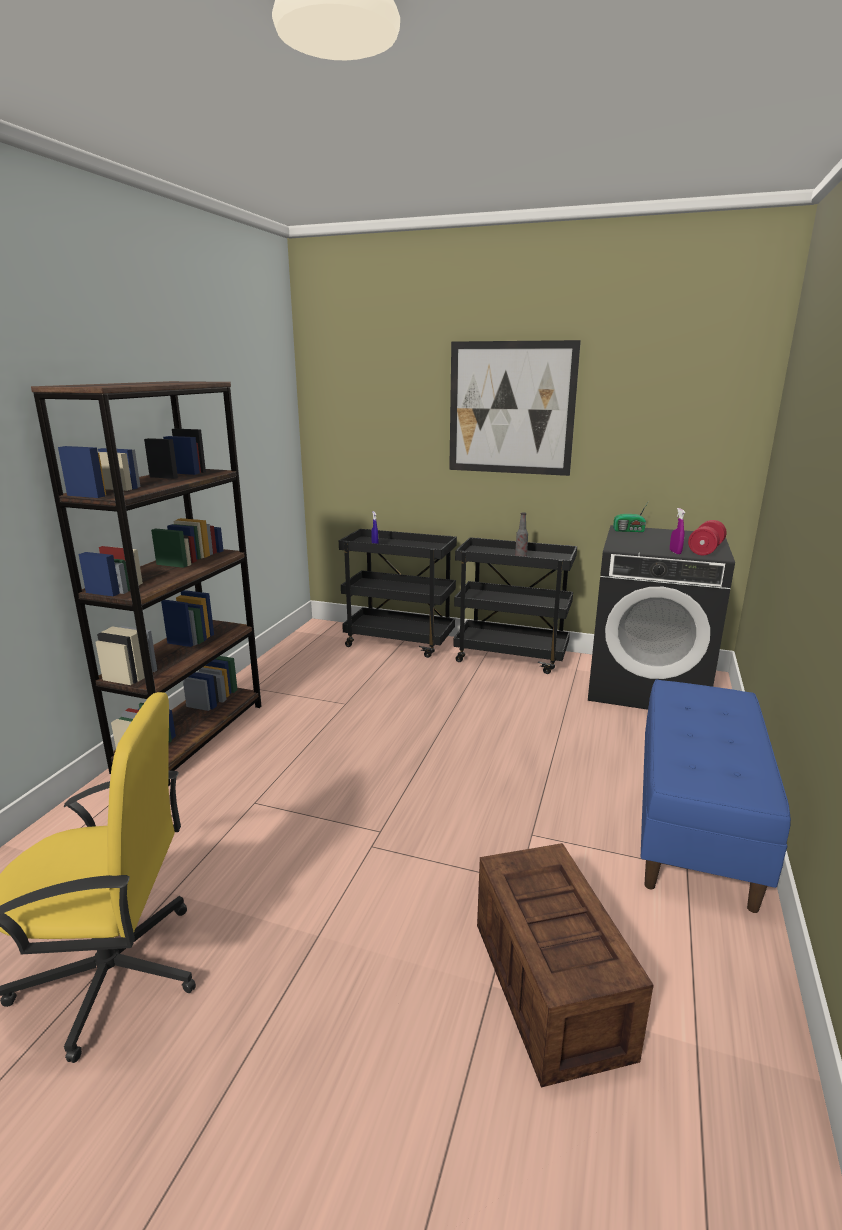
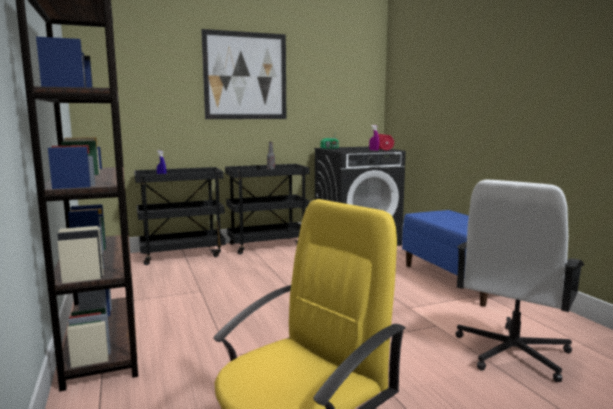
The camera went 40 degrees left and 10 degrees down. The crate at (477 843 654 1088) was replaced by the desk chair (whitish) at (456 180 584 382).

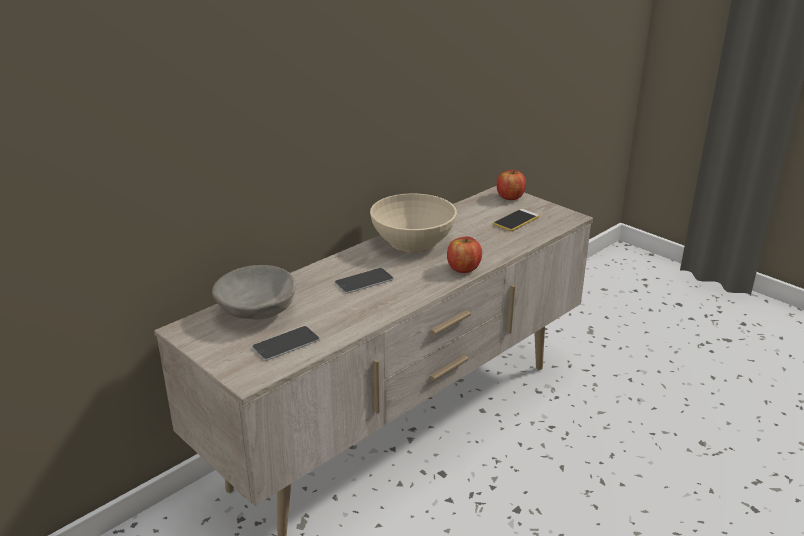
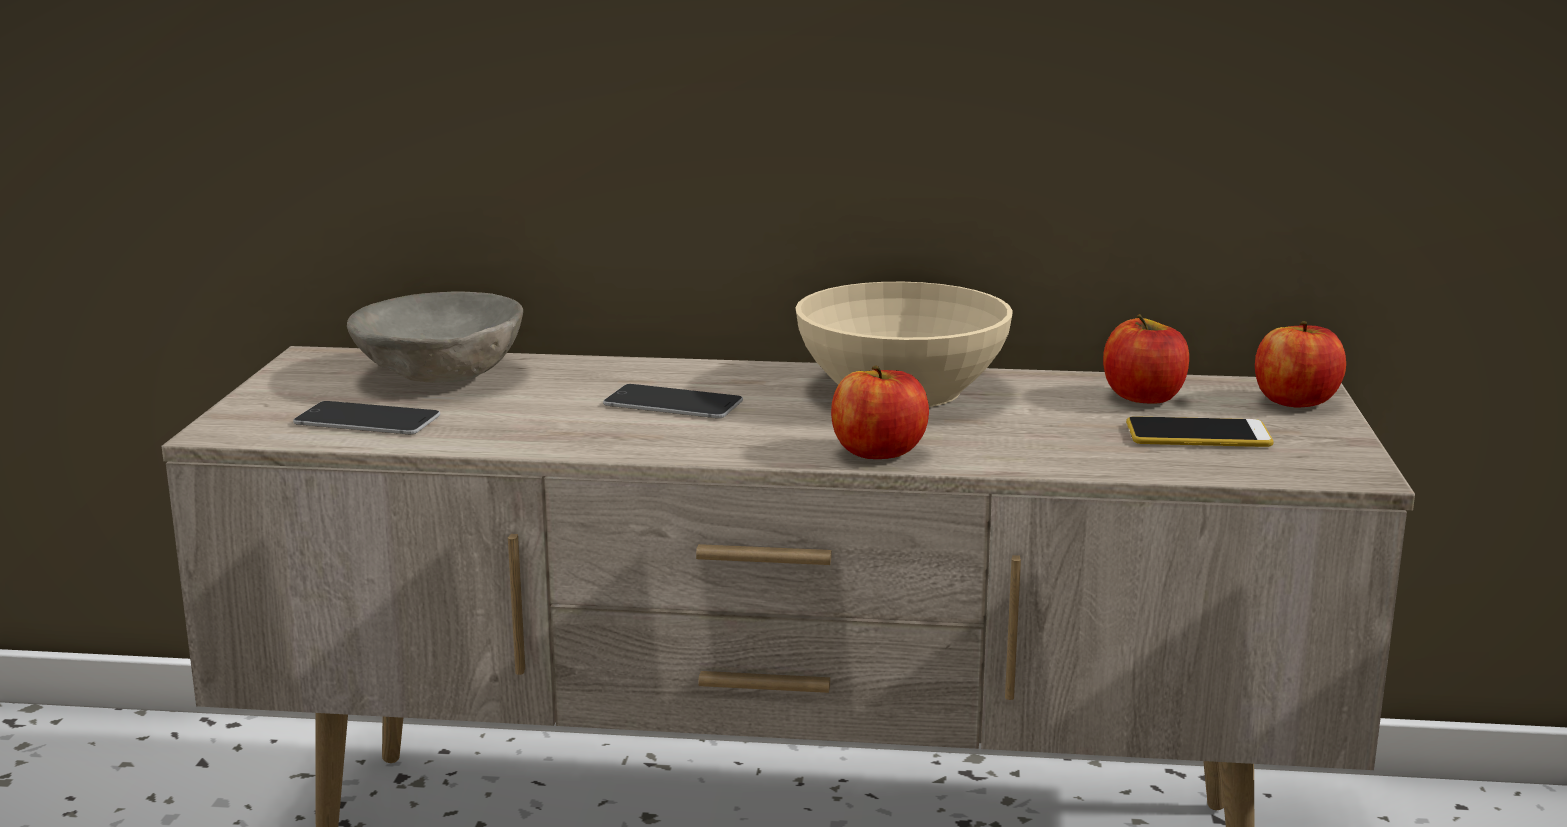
The camera went 50 degrees right and 10 degrees down. The apple fruit at (1103 314 1189 404) appeared.

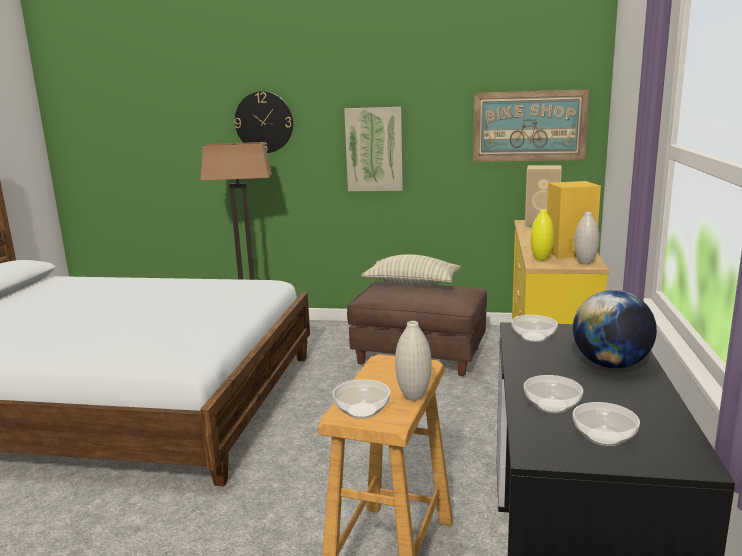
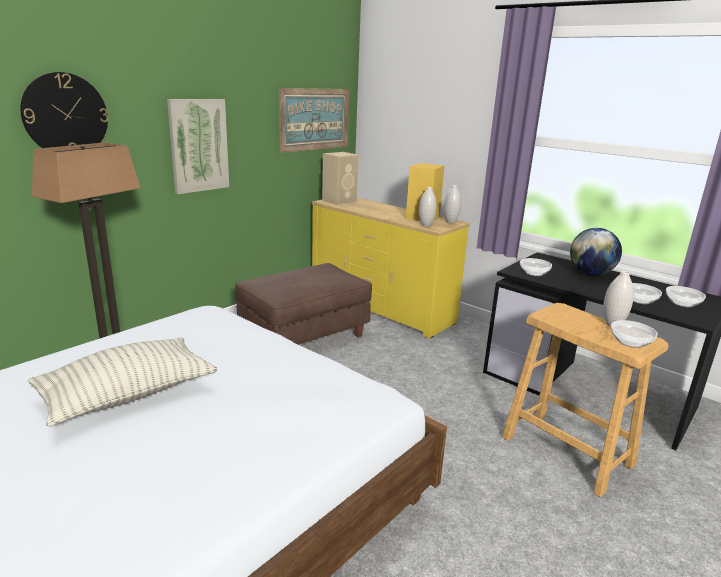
The camera went 60 degrees left and 5 degrees up. The throw pillow moved from (361 254 461 286) to (28 337 217 427). The flower vase (yellow) at (530 209 554 261) became the flower vase (whitish) at (419 187 437 226).

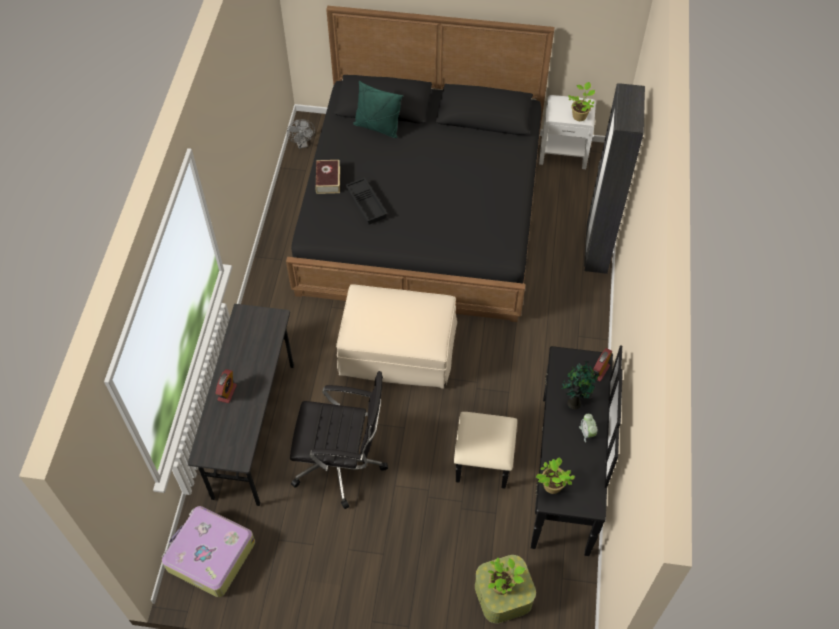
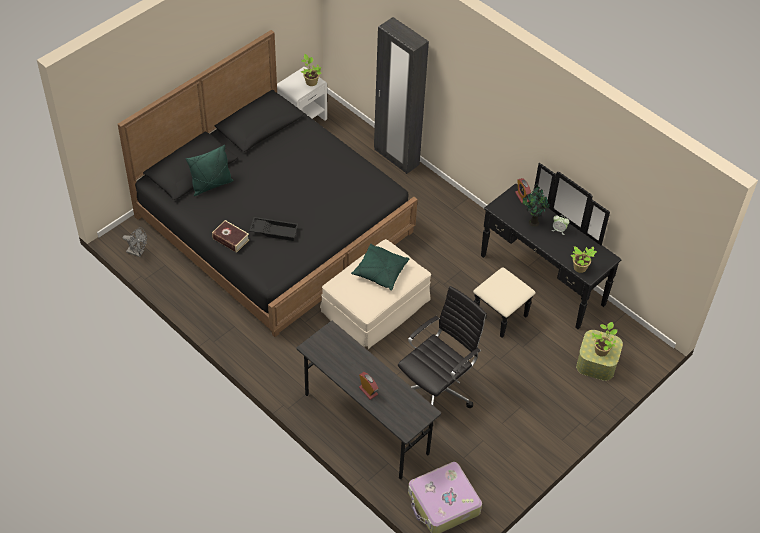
The camera went 55 degrees left and 5 degrees down. The throw pillow (green-coloured) at (351 243 409 291) appeared.

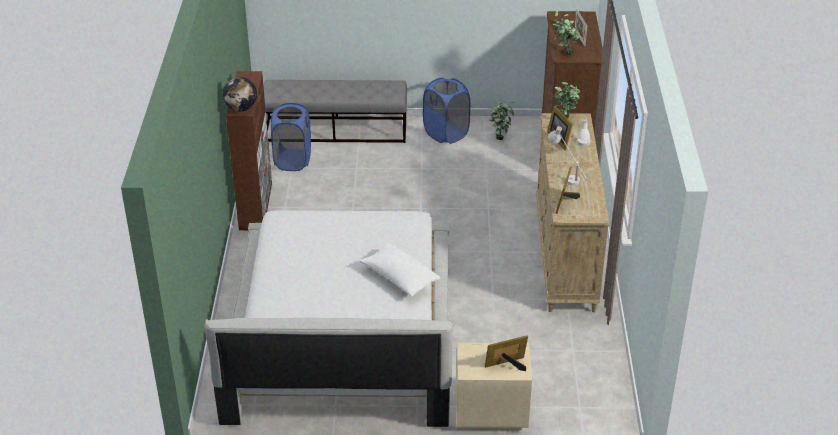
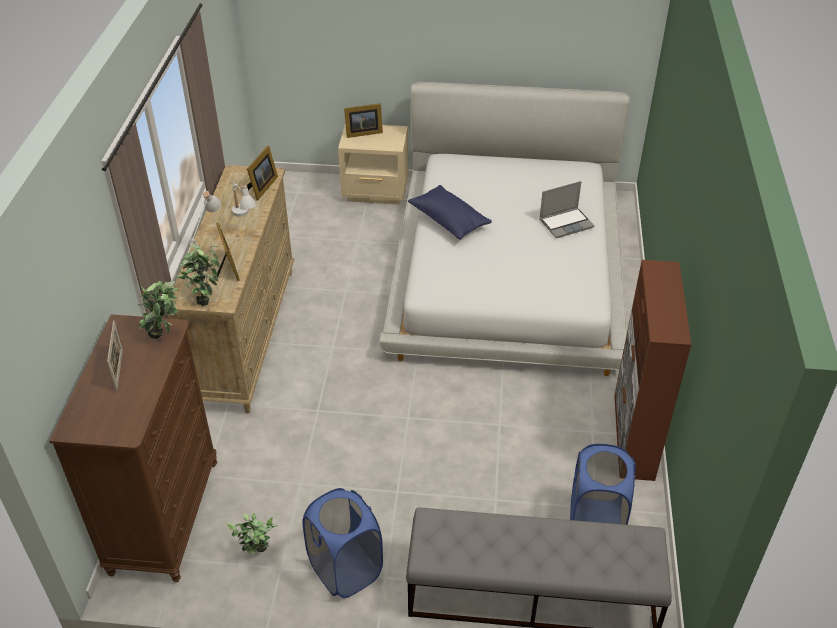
The camera went 175 degrees left and 5 degrees up. The world globe at (223 77 257 111) disappeared. The throw pillow (whitish) at (360 243 441 297) became the throw pillow (blue) at (408 185 492 240). The notebook computer at (539 181 595 238) appeared.

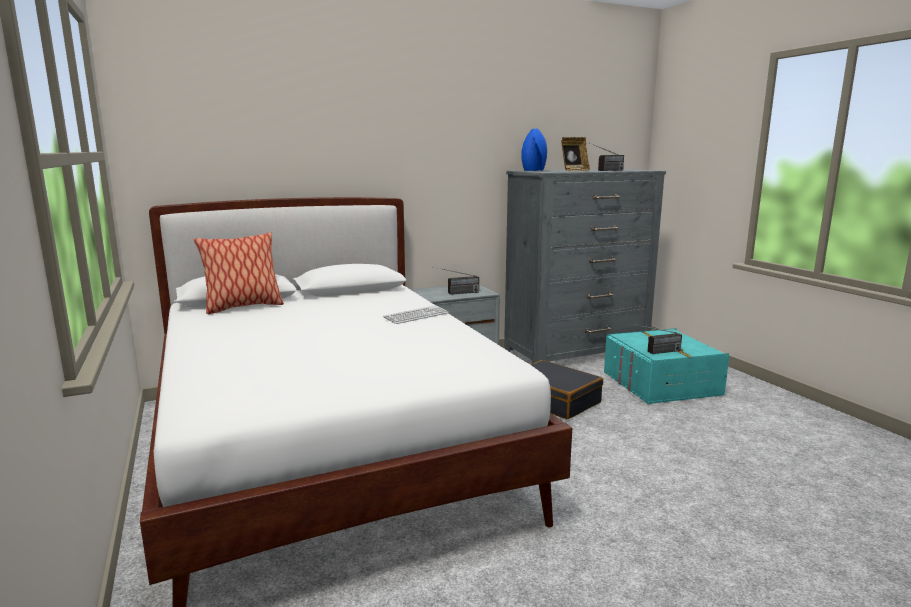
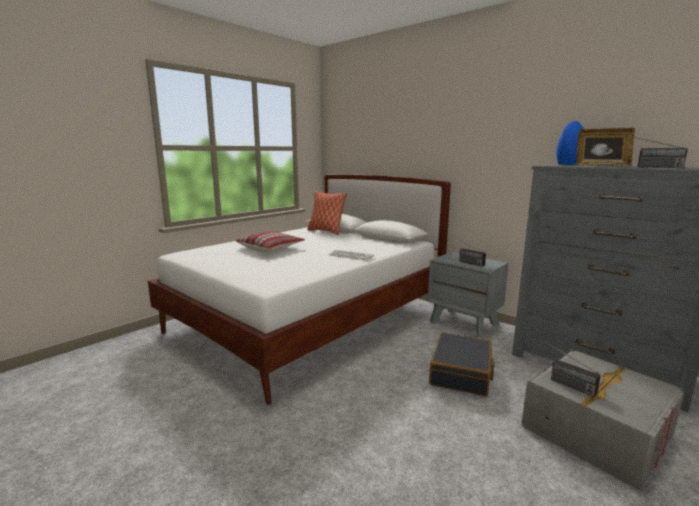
The camera went 65 degrees right and 0 degrees up. The storage container (blue-green) at (604 328 729 404) became the storage container (greyish) at (521 349 685 490). The throw pillow at (236 232 305 252) appeared.

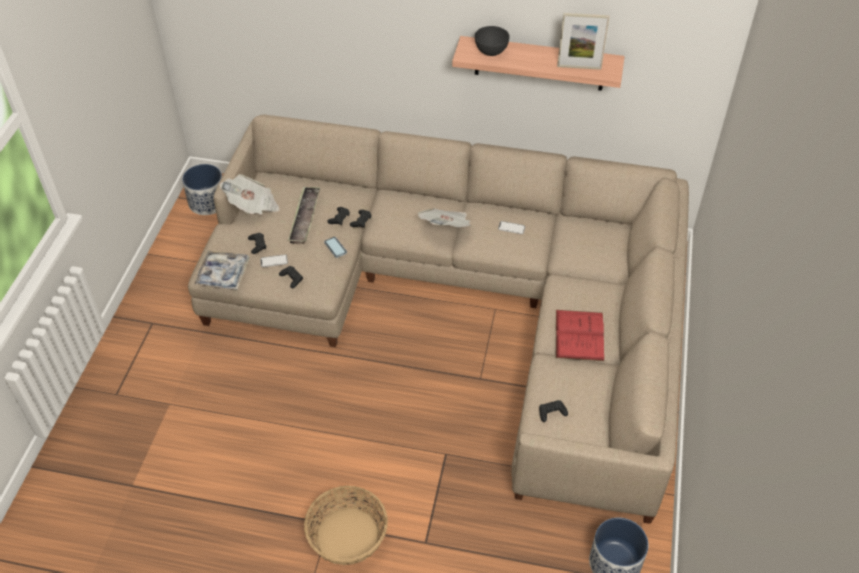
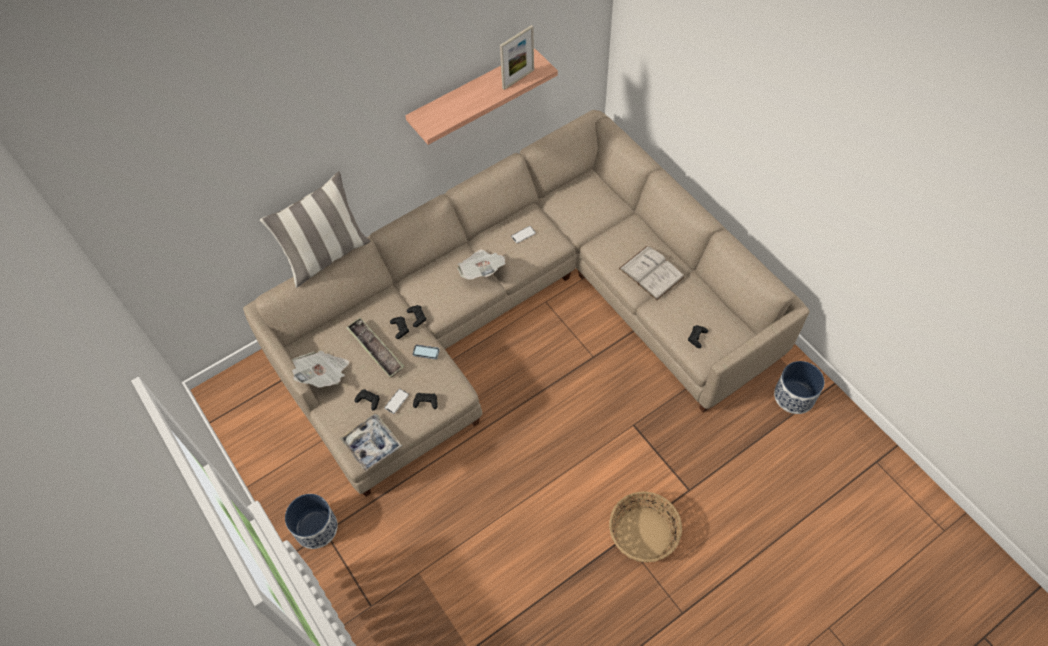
The camera went 45 degrees left and 10 degrees up. The flower pot moved from (182 164 222 215) to (285 494 338 549). The deep dish (greyish) at (475 26 510 56) disappeared. The bound book (reddish) at (556 310 605 361) became the bound book (whitish) at (619 246 685 300). The throw pillow at (260 172 370 288) appeared.

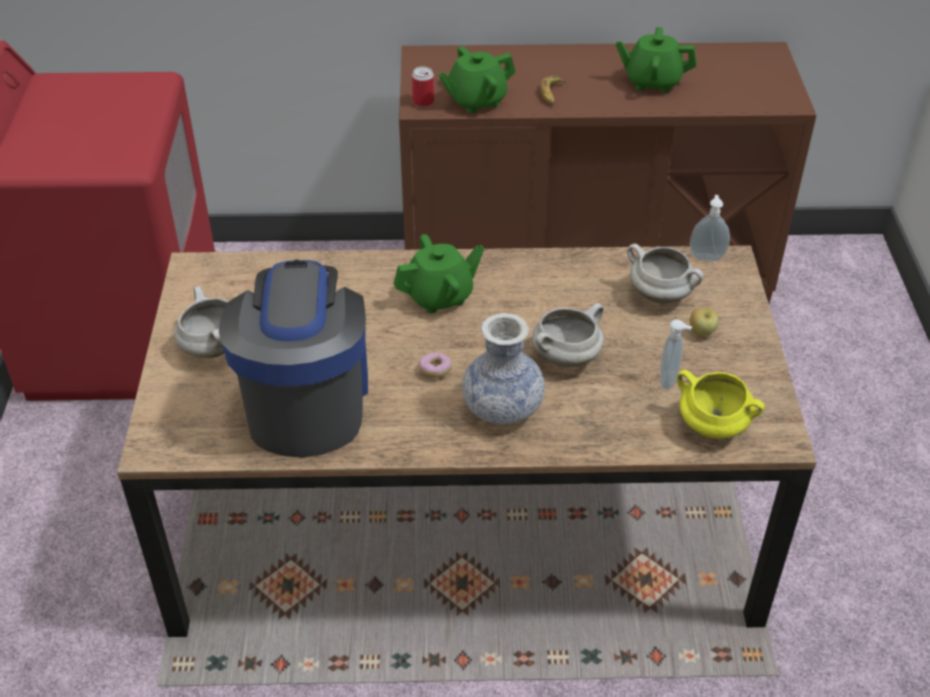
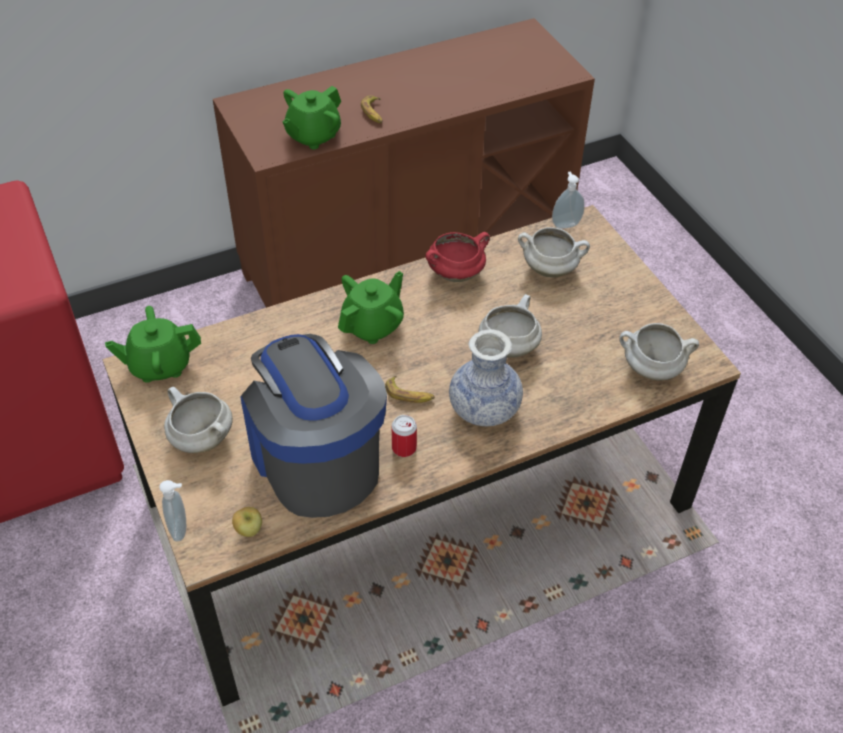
The camera went 25 degrees left and 5 degrees up. The metal can moved from (412 66 434 107) to (392 415 417 457). The ring doughnut at (419 353 452 378) was replaced by the whole banana at (385 376 435 403). The tea pot (green-coloured) moved from (616 27 697 93) to (105 306 201 383). The liquid soap bottle moved from (660 319 692 389) to (159 480 186 541). The cooking pot (yellow) at (677 370 765 439) became the cooking pot (whitish) at (619 323 699 380). The apple fruit moved from (690 308 718 336) to (232 507 262 537). The cooking pot (reddish) at (425 232 490 282) appeared.

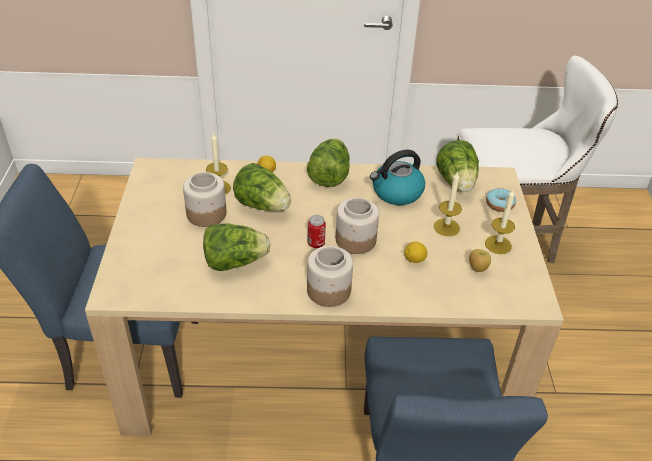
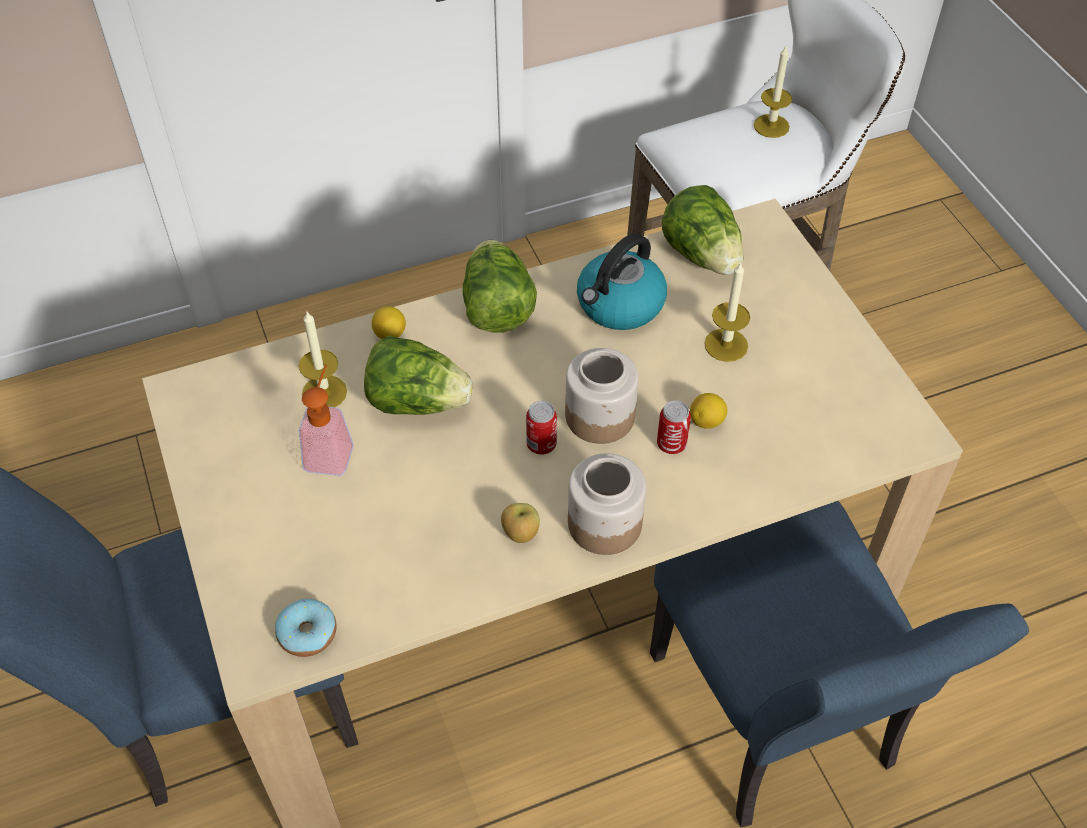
The camera went 20 degrees left and 10 degrees up. The storage jar at (183 172 227 227) was replaced by the liquid soap bottle at (299 364 353 476). The lettuce at (203 224 271 271) disappeared. The apple fruit moved from (469 249 491 272) to (501 503 540 543). The wax candle moved from (485 189 515 254) to (754 46 792 138). The ring doughnut moved from (486 188 516 212) to (275 599 337 657). The metal can at (657 400 691 454) appeared.

